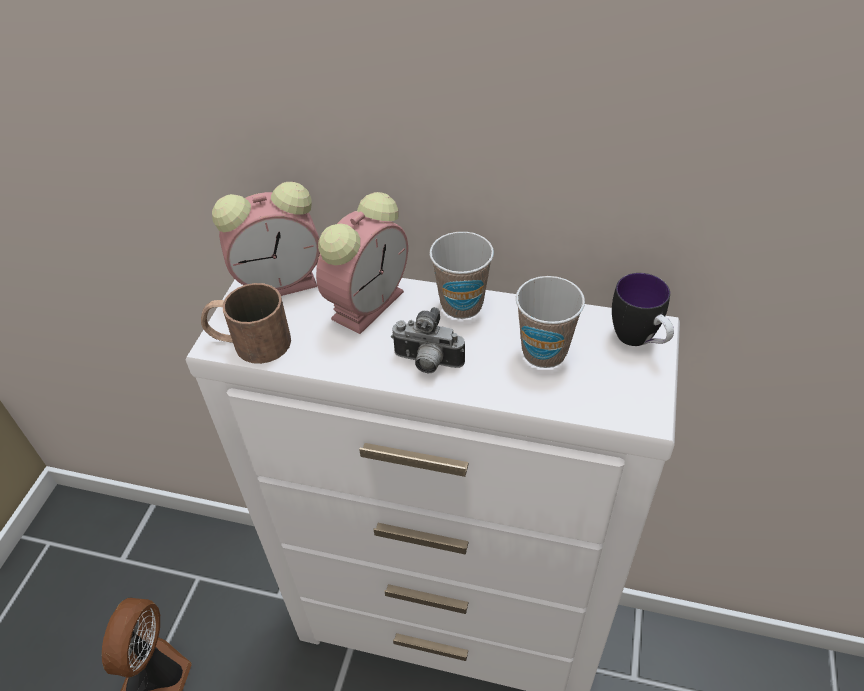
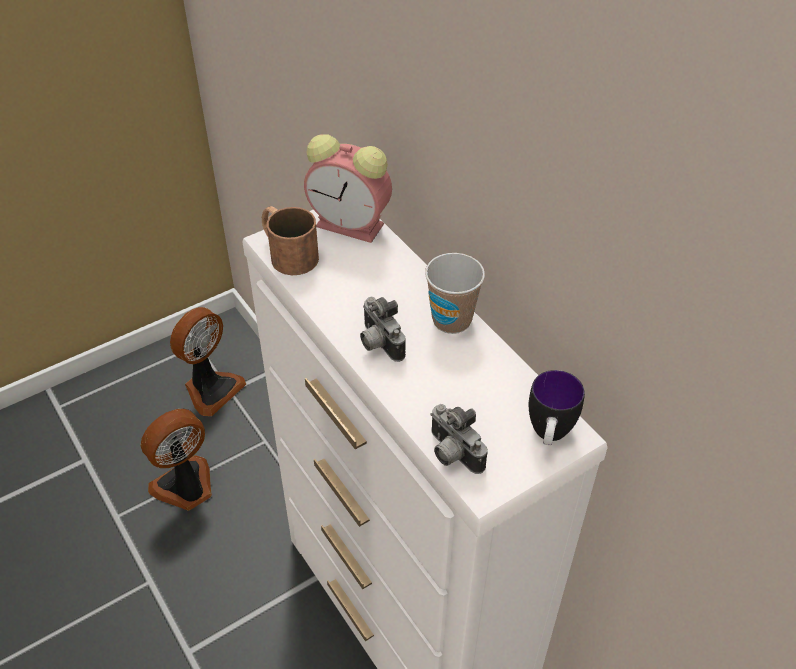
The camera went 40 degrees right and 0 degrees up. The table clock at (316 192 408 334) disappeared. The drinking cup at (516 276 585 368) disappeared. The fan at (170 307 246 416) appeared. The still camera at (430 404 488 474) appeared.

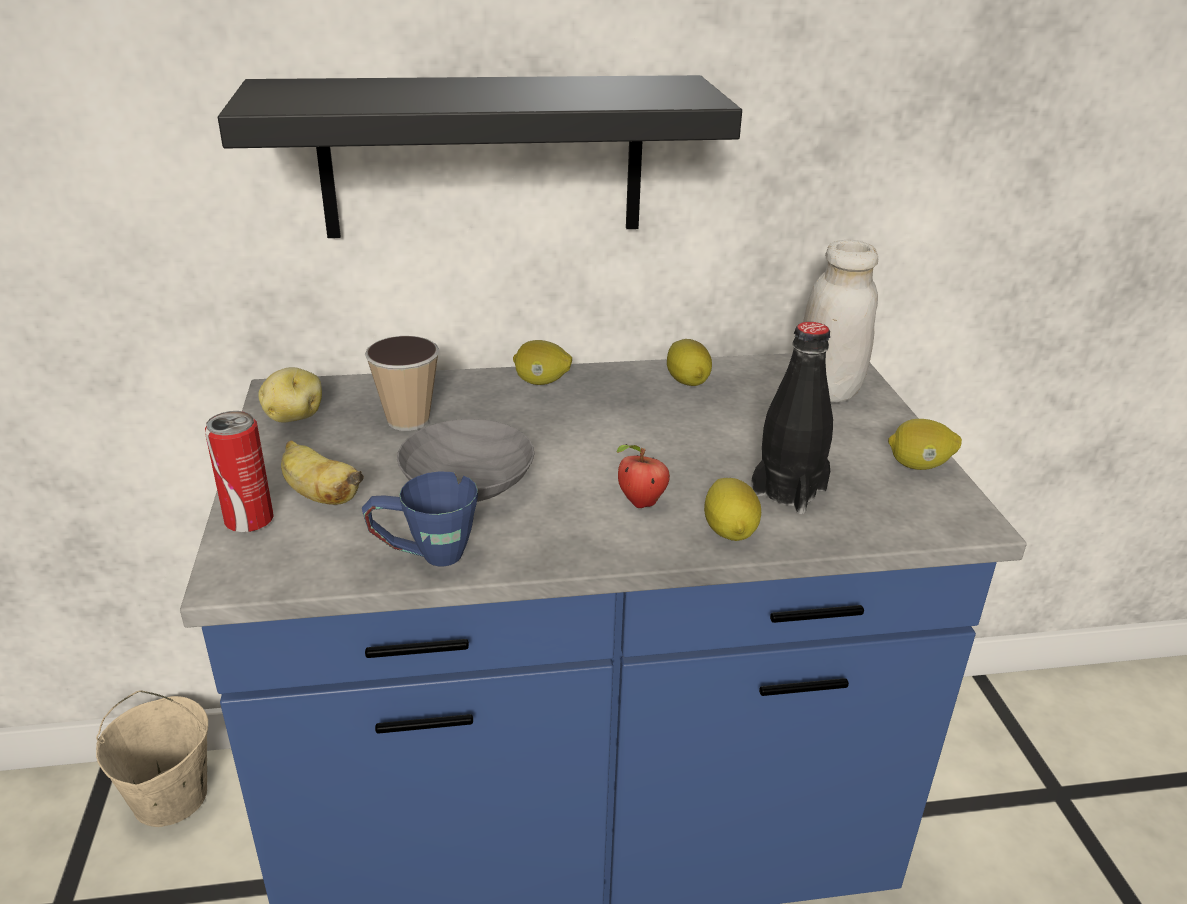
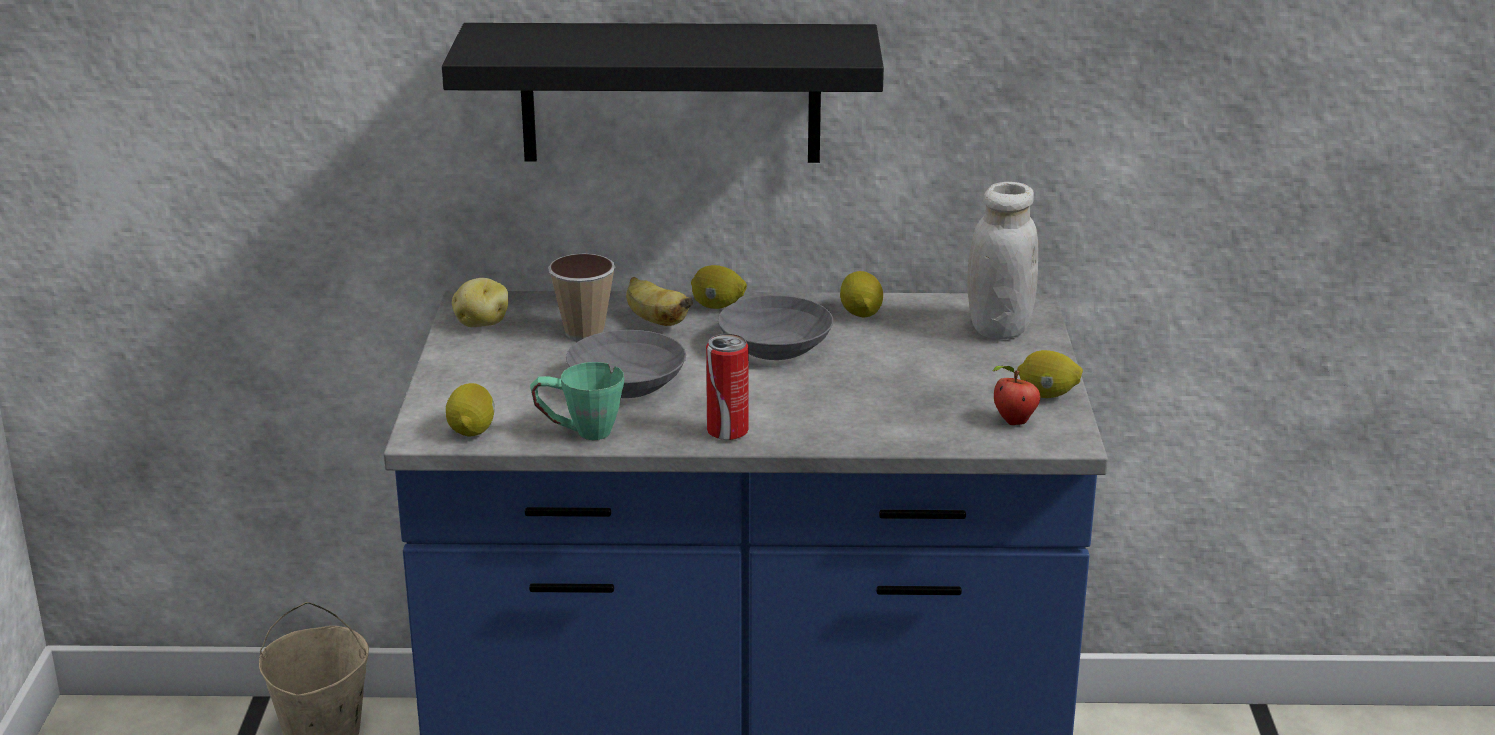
The camera went 10 degrees right and 5 degrees down. The metal can moved from (205 411 274 532) to (706 334 749 440). The whole banana moved from (281 440 364 505) to (626 277 693 326). The tea mug (blue) at (362 471 478 567) became the tea mug (green-coloured) at (530 362 624 440). The apple fruit moved from (617 444 670 508) to (993 366 1040 425). The whole lemon moved from (704 478 761 541) to (446 383 495 437). The bottle (blackish) at (751 322 833 514) disappeared. The deep dish (greyish) at (718 296 833 360) appeared.

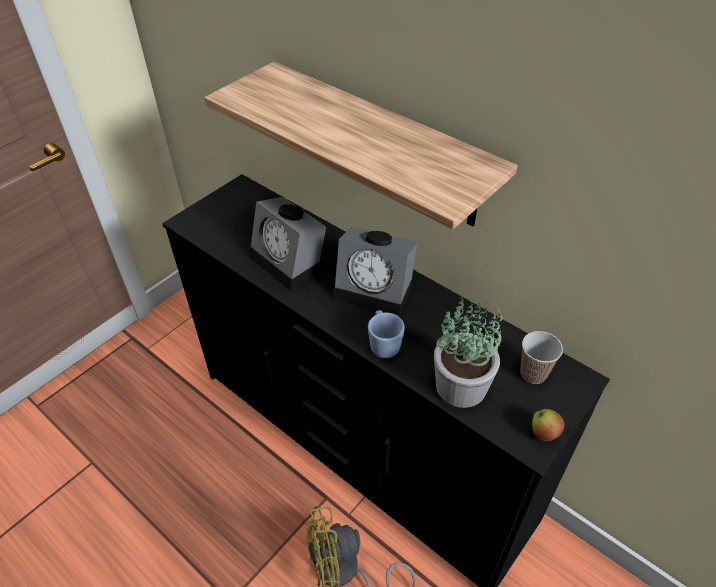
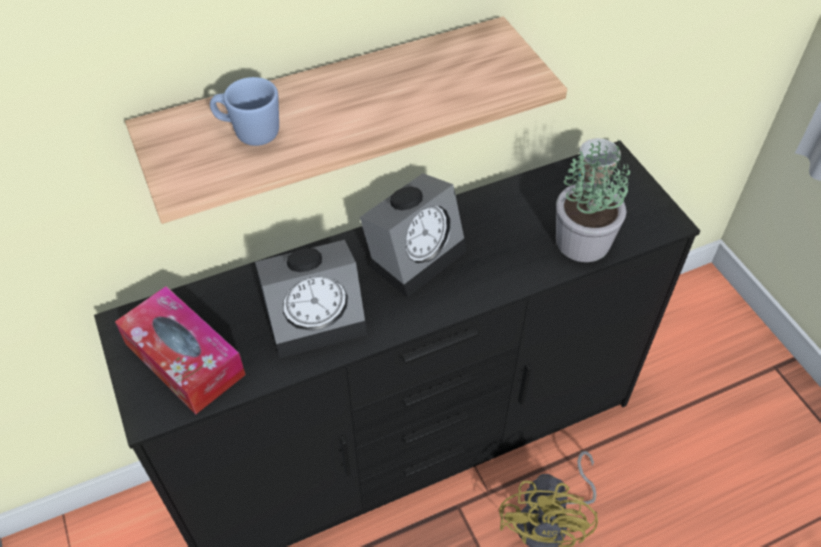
The camera went 65 degrees left and 5 degrees up. The tea mug (blue) moved from (368 310 405 358) to (210 77 279 146). The apple fruit at (532 409 565 441) disappeared. The tissue box at (115 286 246 414) appeared.

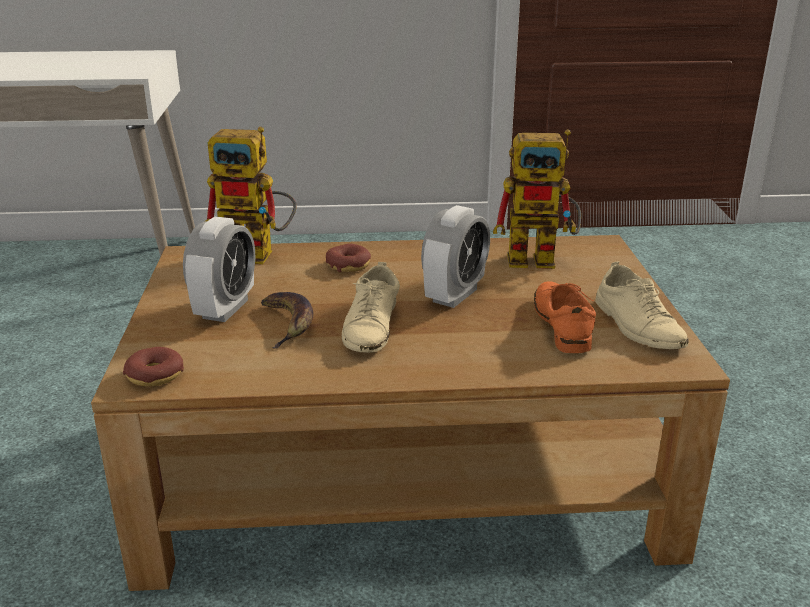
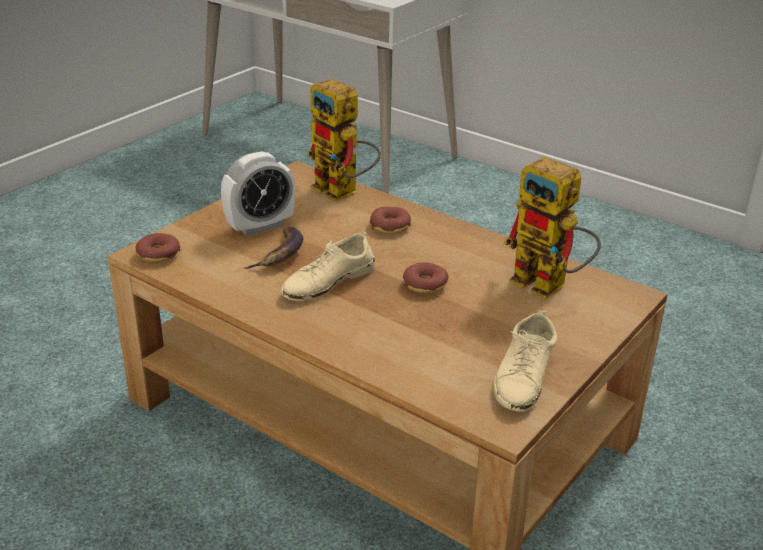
The camera went 40 degrees right and 5 degrees up. The table clock at (421 205 490 308) was replaced by the ring doughnut at (403 262 448 294). The shoe (orangey) at (534 281 596 353) disappeared.

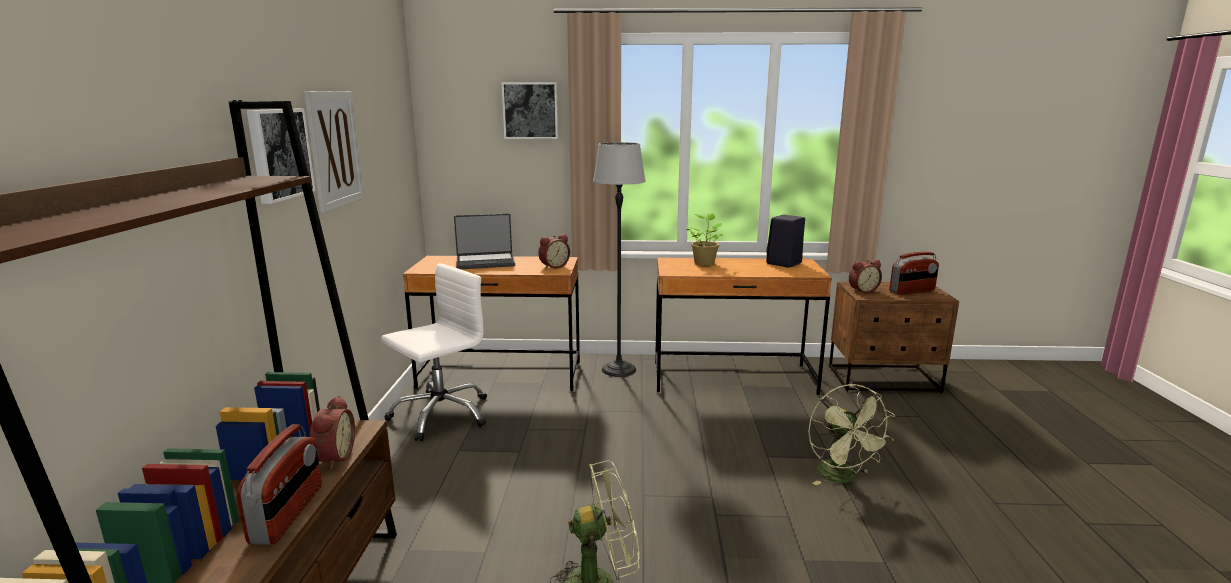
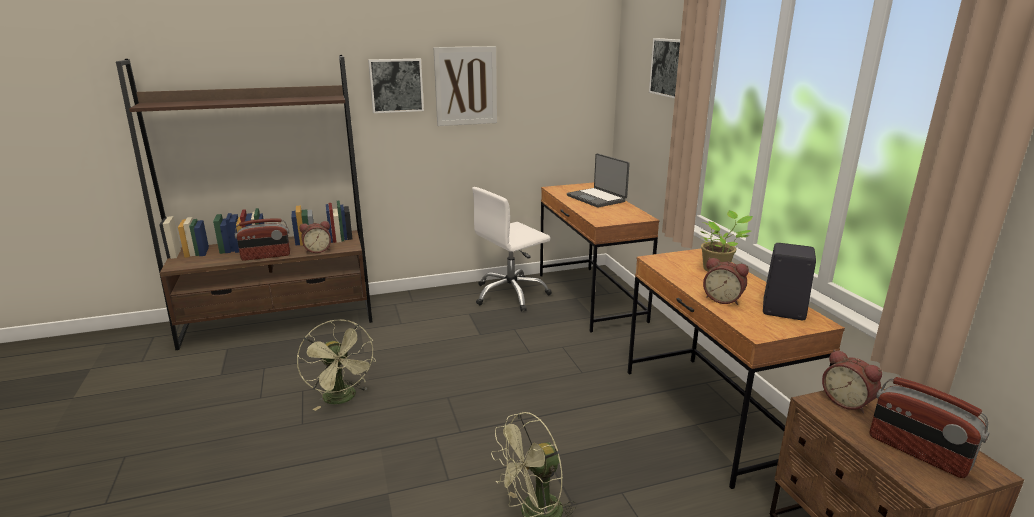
The camera went 70 degrees right and 5 degrees up. The desk chair (whitish) at (381 263 487 441) turned 120 degrees clockwise. The table clock moved from (538 234 570 269) to (703 258 749 305). The floor lamp at (593 142 645 377) disappeared.

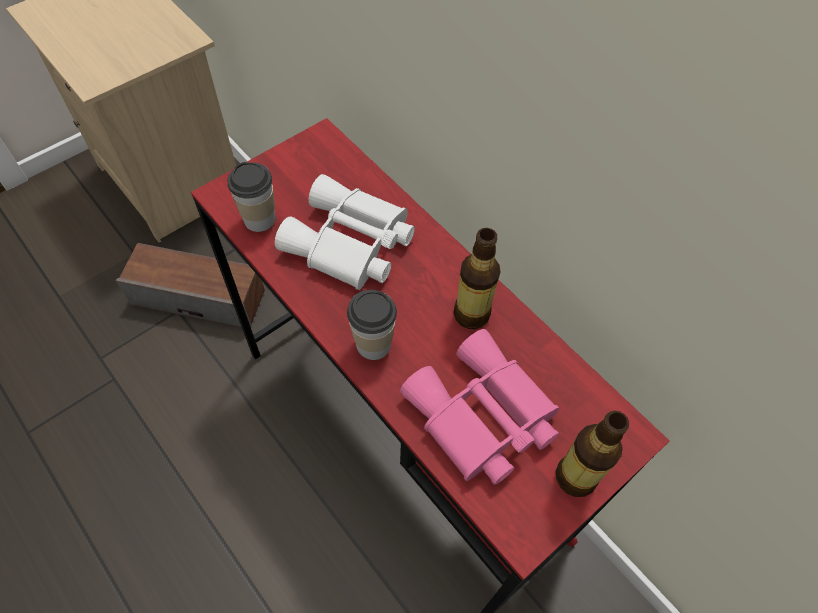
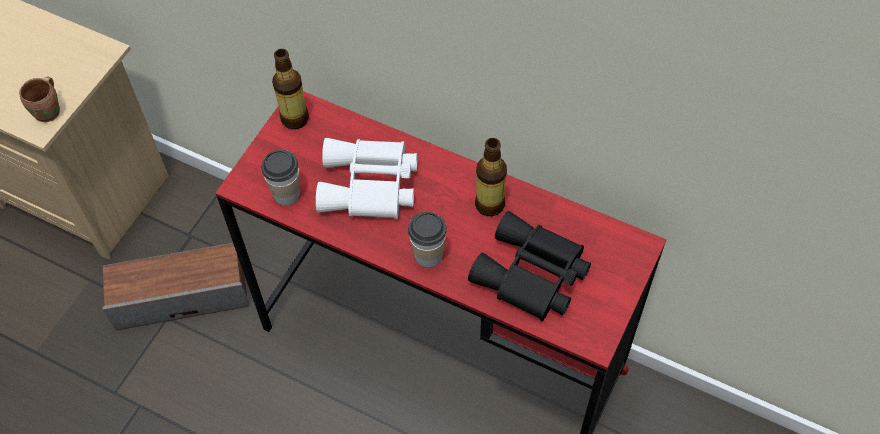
The camera went 20 degrees left and 0 degrees up. The field glasses (pink) at (400 329 559 485) became the field glasses (blackish) at (468 211 591 321). The bottle moved from (556 410 629 497) to (272 49 309 129). The tea mug (brown) at (19 76 60 122) appeared.

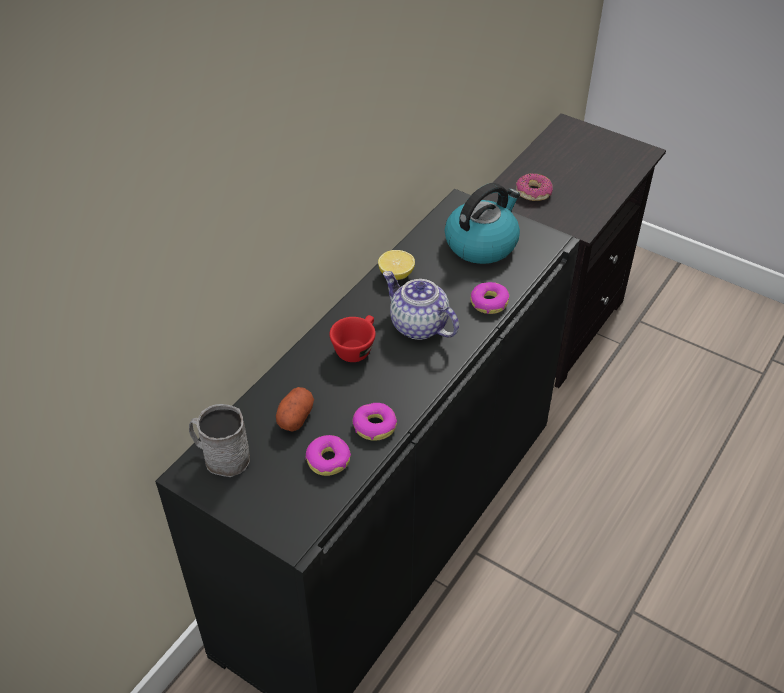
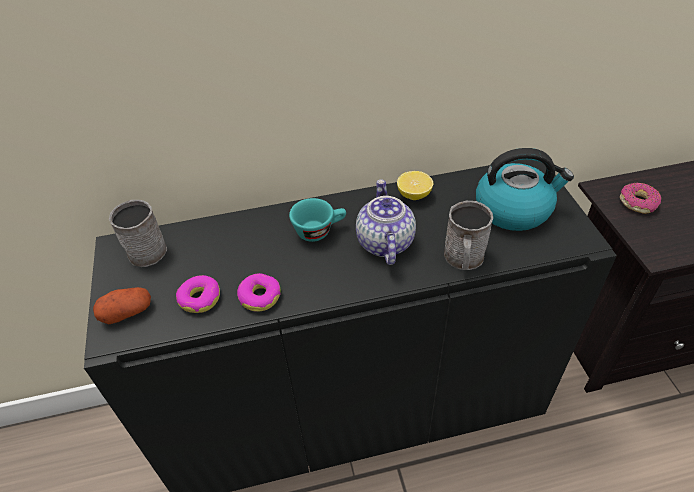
The camera went 45 degrees right and 0 degrees up. The potato moved from (276 387 314 432) to (93 287 151 324). The drinking cup (reddish) at (329 315 376 362) became the drinking cup (blue-green) at (289 198 346 242). The ring doughnut at (471 282 509 314) was replaced by the tea mug (greyish) at (444 201 493 270).

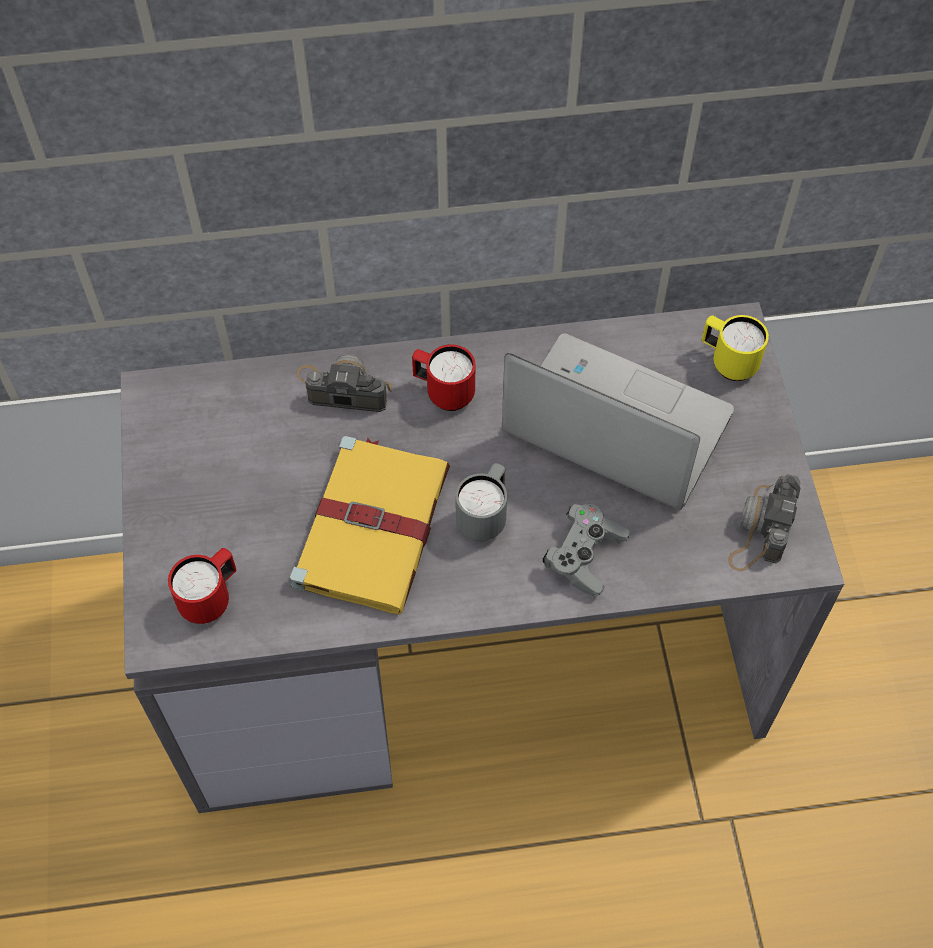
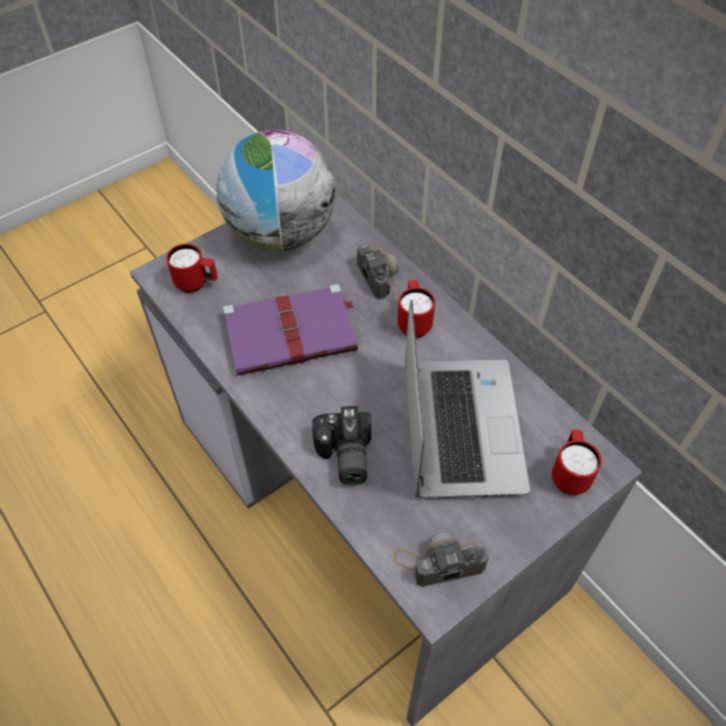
The camera went 60 degrees right and 5 degrees down. The bound book (yellow) at (290 436 450 614) became the bound book (purple) at (223 284 358 375). The tea mug (greyish) at (455 463 507 541) disappeared. The joypad (greyish) at (543 504 630 596) was replaced by the still camera at (312 406 371 486). The tea mug (yellow) at (701 315 769 381) became the tea mug (reddish) at (552 430 602 495). The world globe at (216 130 336 251) appeared.

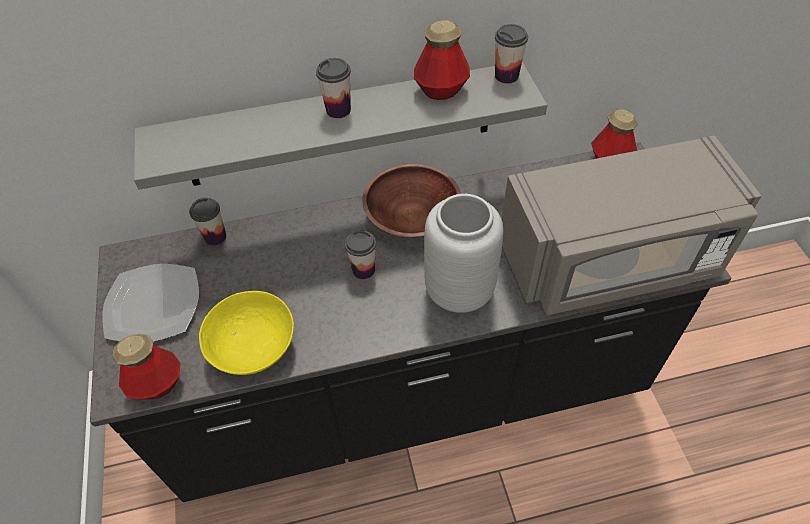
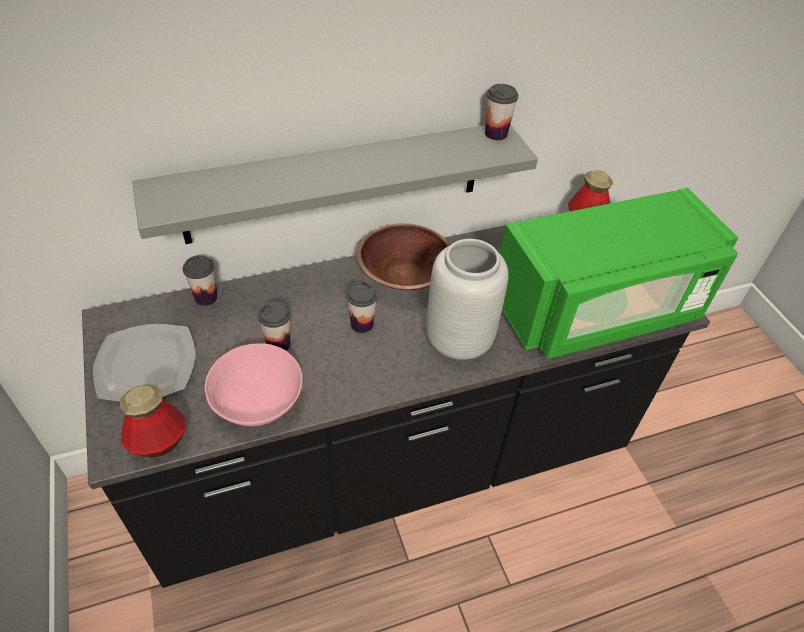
The camera went 10 degrees left and 5 degrees down. The deep dish (yellow) at (199 291 294 375) became the deep dish (pink) at (204 343 302 426). The drinking cup moved from (316 58 351 118) to (258 301 291 351). The bottle at (414 20 470 100) disappeared. The kitchen microwave (greyish) at (502 136 761 315) became the kitchen microwave (green-coloured) at (500 188 738 359).

